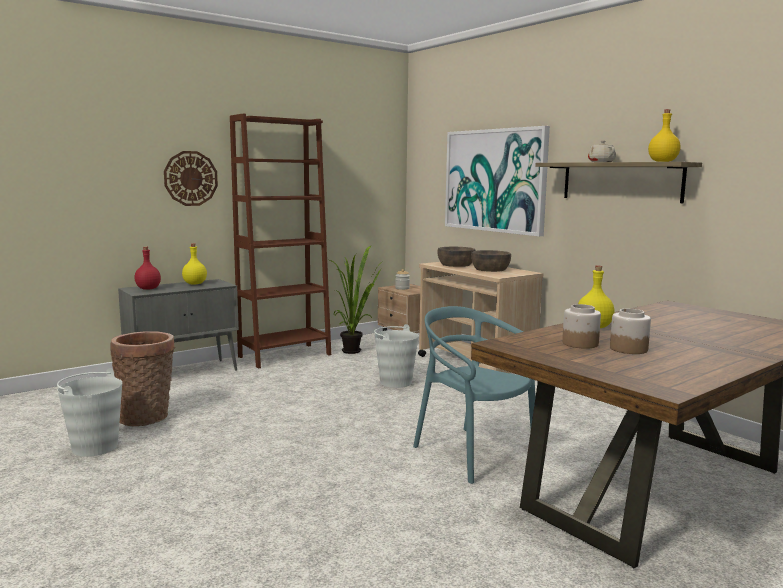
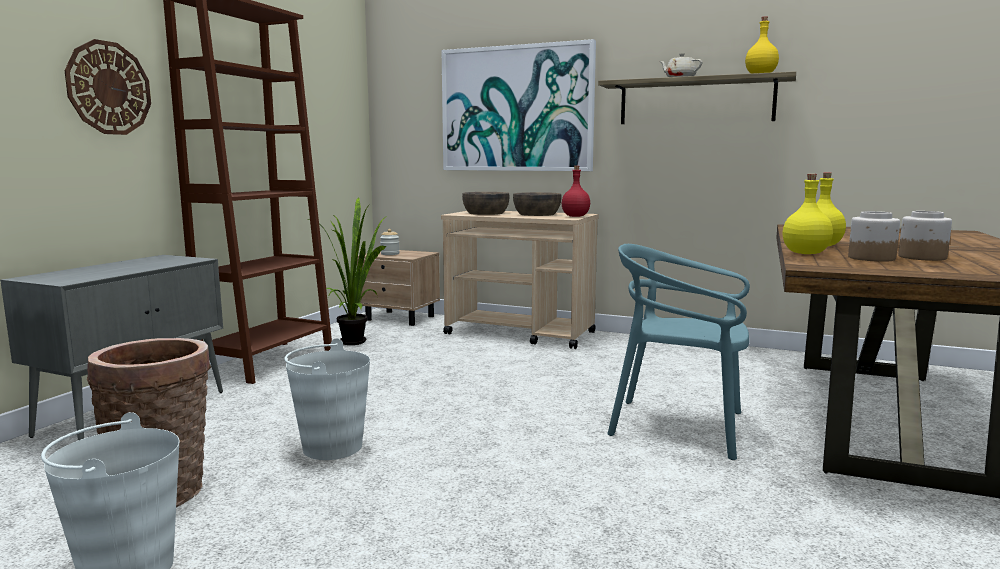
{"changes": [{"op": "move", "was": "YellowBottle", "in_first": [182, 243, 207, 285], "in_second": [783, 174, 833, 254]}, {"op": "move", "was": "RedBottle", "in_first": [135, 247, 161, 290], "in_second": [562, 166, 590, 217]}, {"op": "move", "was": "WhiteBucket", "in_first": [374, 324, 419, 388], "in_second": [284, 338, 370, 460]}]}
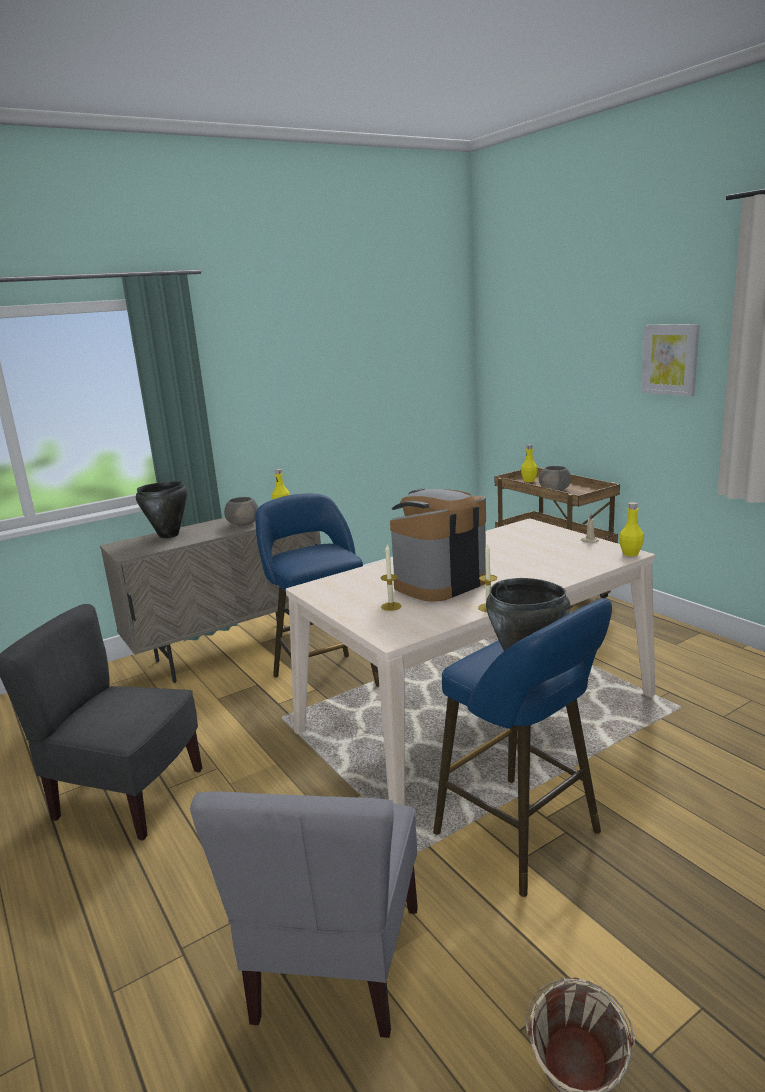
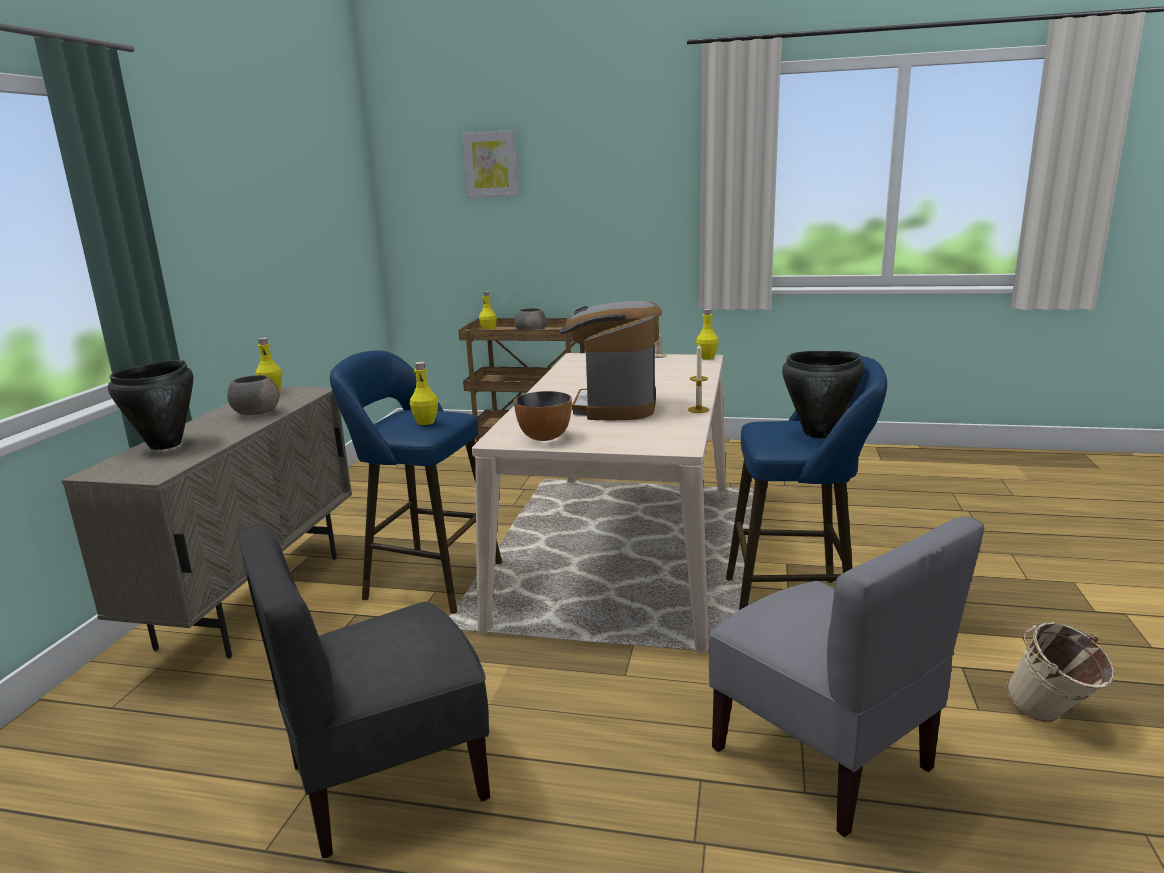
{"changes": [{"op": "move", "was": "Picture", "in_first": [641, 324, 700, 396], "in_second": [462, 130, 519, 198]}, {"op": "delete", "was": "Candle", "in_first": [381, 545, 402, 611]}, {"op": "insert", "now": "YellowBottle", "in_second": [410, 362, 438, 425]}, {"op": "insert", "now": "Bowl", "in_second": [514, 391, 572, 441]}]}
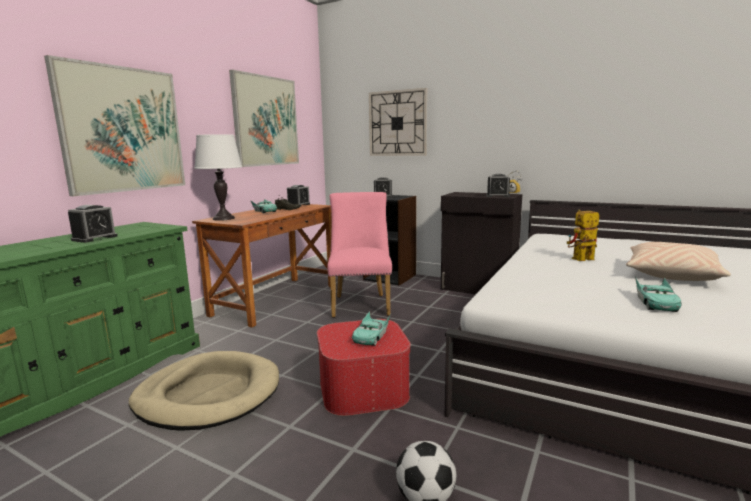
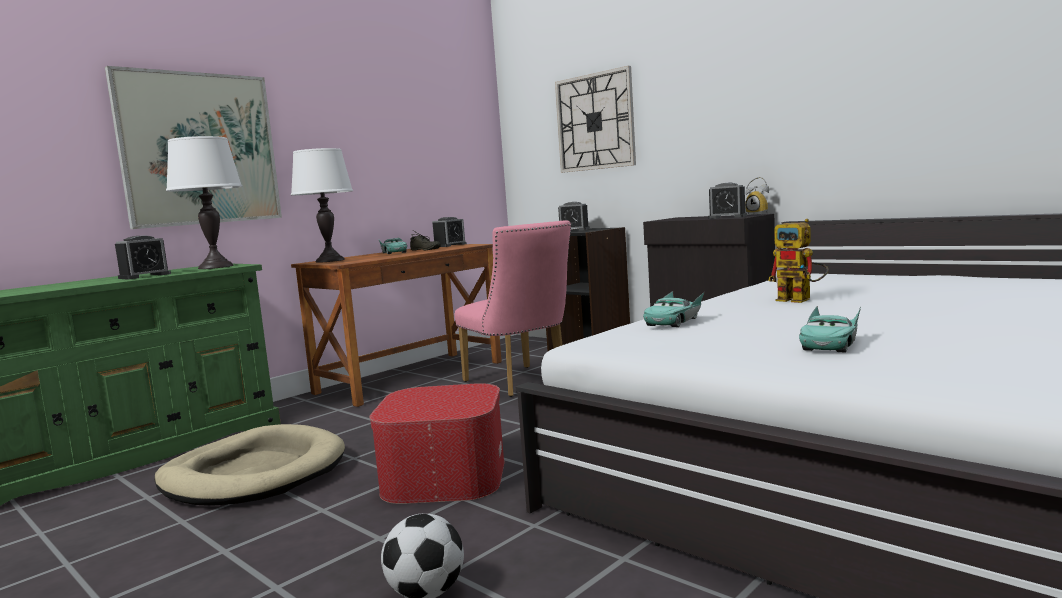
{"changes": [{"op": "delete", "was": "Picture", "in_first": [229, 70, 299, 167]}, {"op": "rotate", "was": "PinkChair", "in_first": [327, 192, 392, 318], "in_second": [455, 220, 571, 397], "clockwise": 135}, {"op": "rotate", "was": "ToyRobot", "in_first": [567, 209, 599, 261], "in_second": [768, 219, 829, 303], "clockwise": -135}, {"op": "delete", "was": "BeigePillow", "in_first": [626, 242, 731, 281]}, {"op": "move", "was": "TurquoiseToyCar", "in_first": [352, 311, 391, 346], "in_second": [643, 291, 705, 327]}, {"op": "insert", "now": "WhiteTableLamp", "in_second": [166, 136, 243, 269]}]}
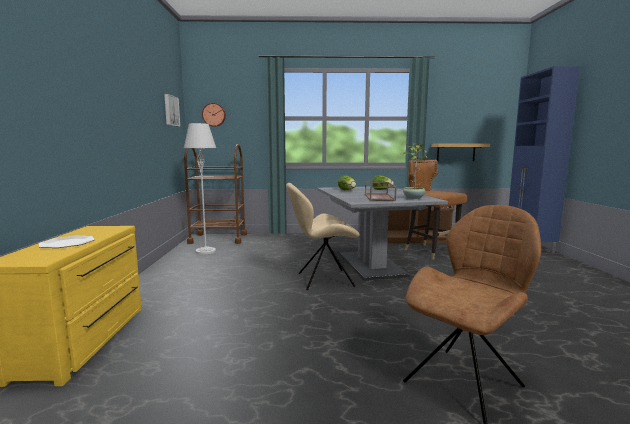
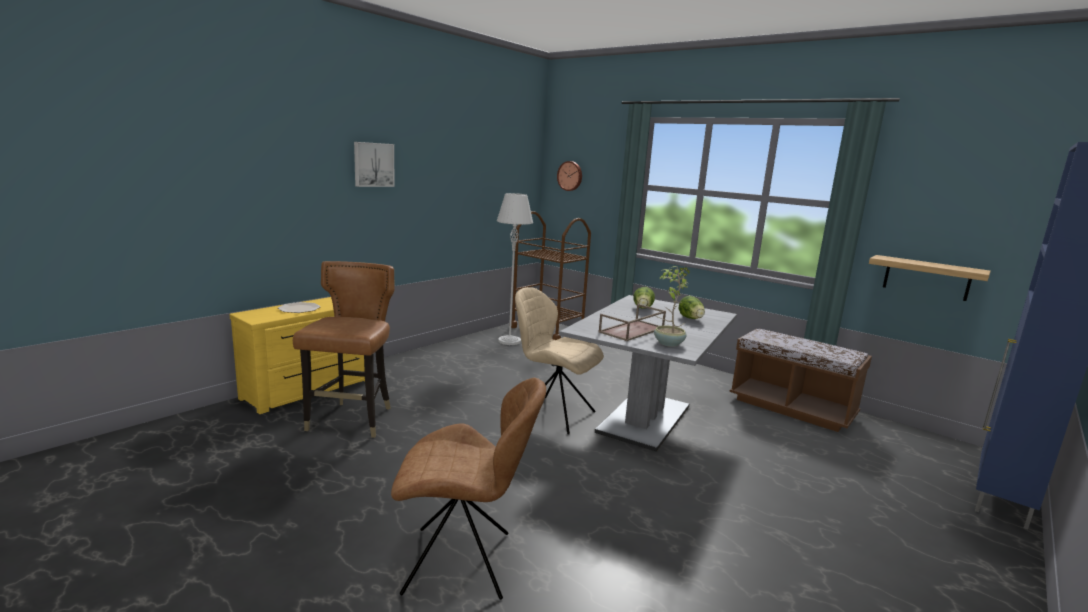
{"changes": [{"op": "move", "was": "Picture", "in_first": [164, 94, 180, 127], "in_second": [354, 142, 395, 187]}, {"op": "move", "was": "BrownChair", "in_first": [405, 160, 467, 260], "in_second": [293, 261, 395, 438]}]}
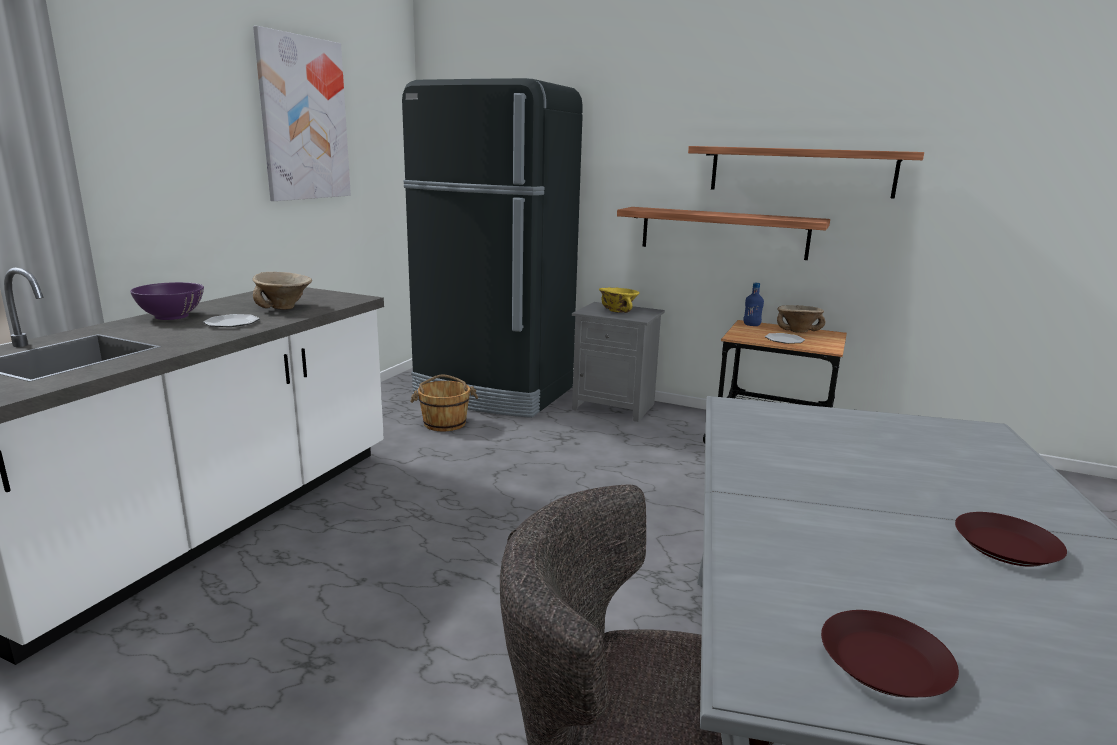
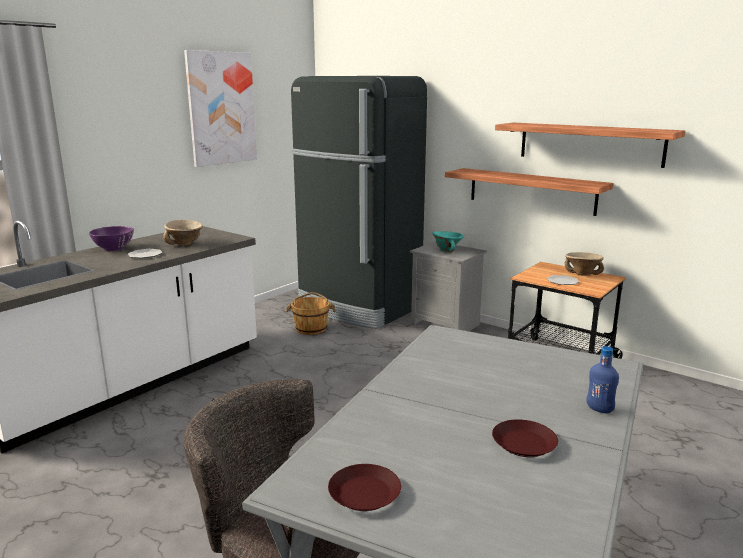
{"changes": [{"op": "move", "was": "BlueBottle", "in_first": [743, 283, 764, 326], "in_second": [586, 346, 619, 413]}, {"op": "recolor", "was": "YellowBowl", "now": "TurquoiseBowl", "in_first": [599, 288, 640, 313], "in_second": [432, 231, 464, 252]}]}
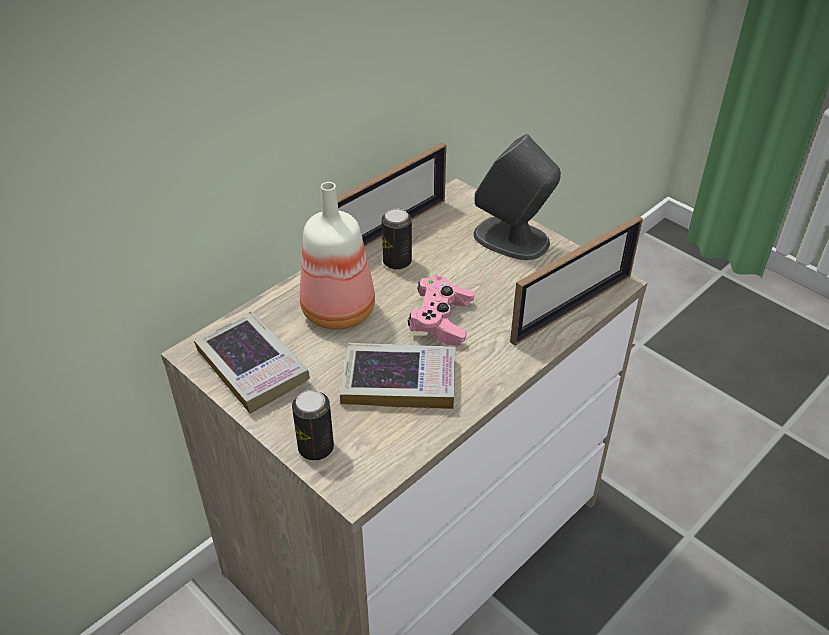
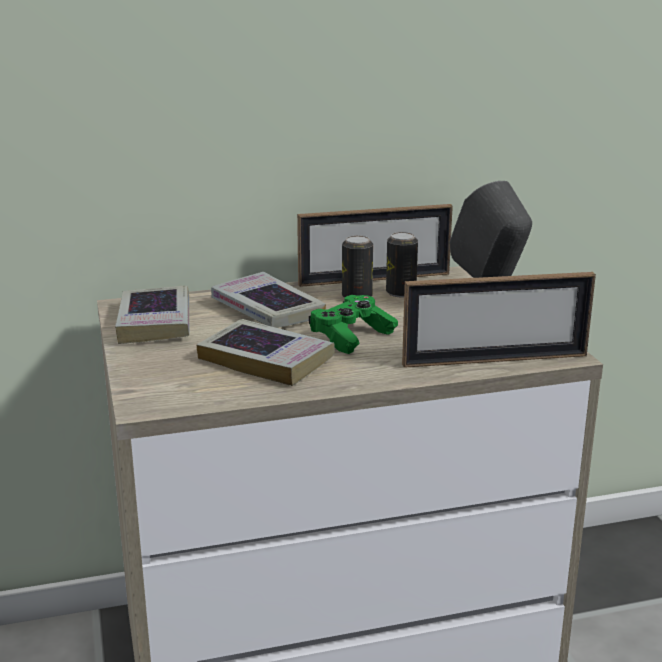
{"changes": [{"op": "replace", "was": "Bottle", "now": "Book", "in_first": [300, 182, 375, 330], "in_second": [211, 272, 326, 328]}, {"op": "recolor", "was": "PinkGameController", "now": "GreenGameController", "in_first": [408, 275, 474, 346], "in_second": [309, 295, 398, 354]}, {"op": "move", "was": "Can", "in_first": [292, 390, 334, 460], "in_second": [386, 232, 418, 297]}]}
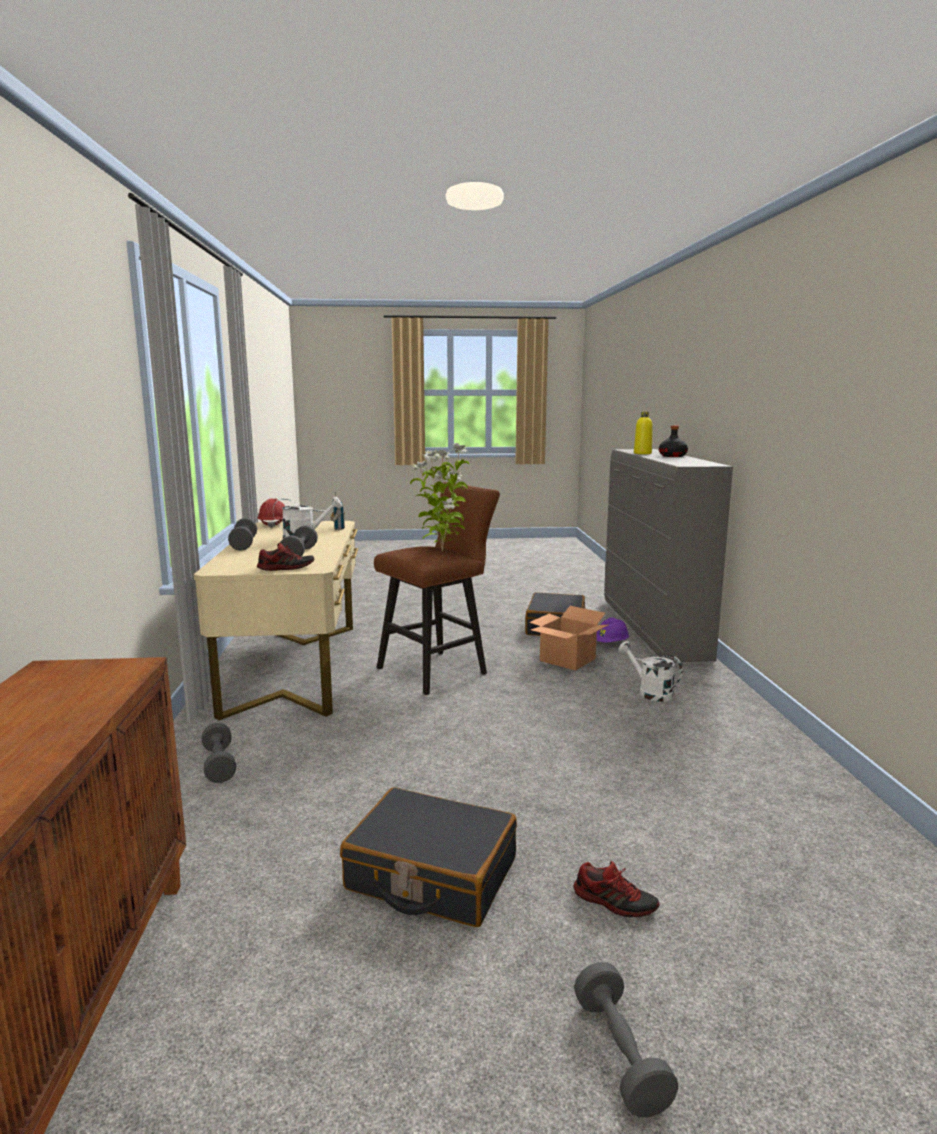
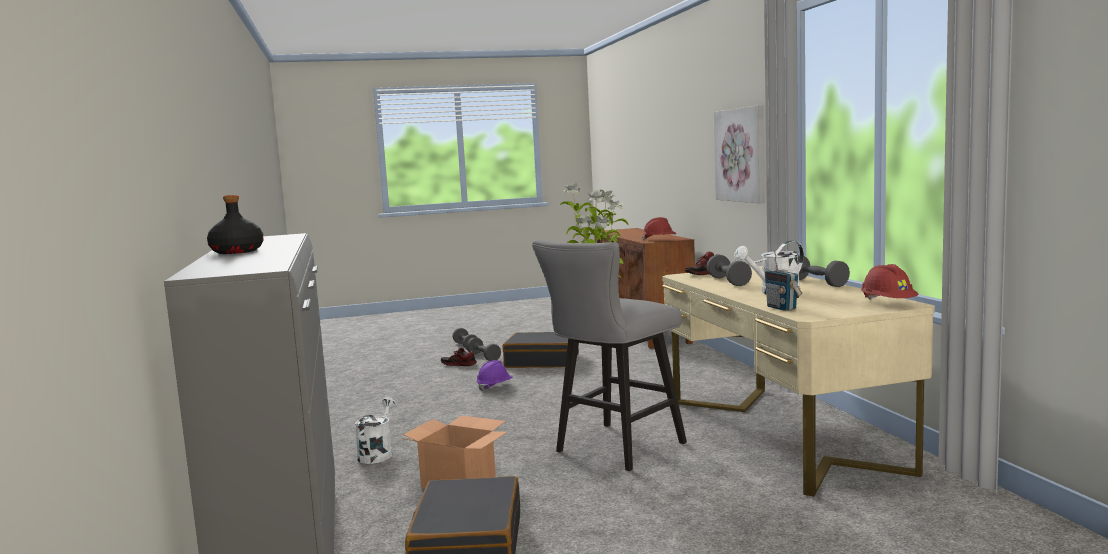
{"changes": [{"op": "delete", "was": "YellowBottle", "in_first": [634, 412, 653, 454]}, {"op": "recolor", "was": "BrownStool", "now": "GreyStool", "in_first": [374, 482, 500, 695], "in_second": [532, 239, 687, 471]}, {"op": "move", "was": "PurpleHardHat", "in_first": [596, 618, 629, 643], "in_second": [476, 360, 513, 391]}, {"op": "rotate", "was": "WhiteWateringCan", "in_first": [618, 641, 682, 702], "in_second": [355, 397, 396, 464], "clockwise": -120}, {"op": "move", "was": "GreyDumbbell", "in_first": [202, 723, 236, 783], "in_second": [467, 337, 501, 361]}, {"op": "insert", "now": "Picture", "in_second": [714, 105, 765, 203]}, {"op": "insert", "now": "RedHardHat", "in_second": [642, 217, 676, 241]}]}
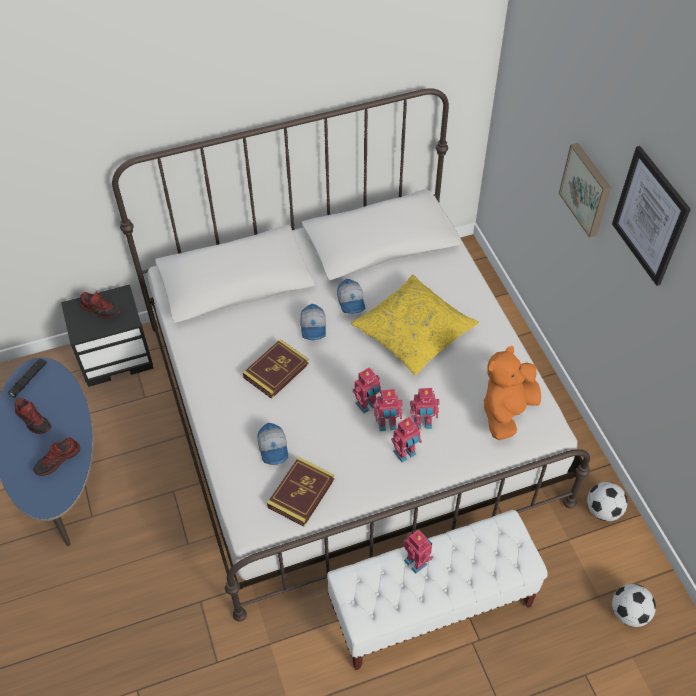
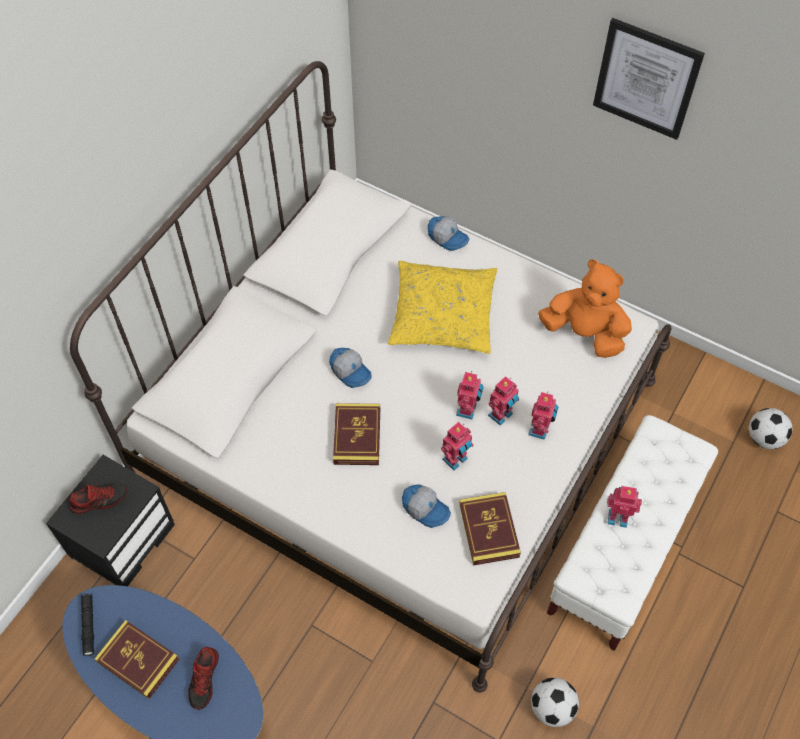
{"changes": [{"op": "delete", "was": "Picture", "in_first": [559, 143, 611, 238]}, {"op": "move", "was": "Cap", "in_first": [337, 279, 365, 314], "in_second": [428, 216, 470, 251]}, {"op": "rotate", "was": "OrangePlushToy", "in_first": [484, 346, 541, 440], "in_second": [538, 259, 632, 358], "clockwise": 120}, {"op": "move", "was": "ToyRobot", "in_first": [410, 388, 440, 429], "in_second": [441, 422, 474, 470]}, {"op": "replace", "was": "Shoe", "now": "Book", "in_first": [15, 398, 51, 434], "in_second": [95, 620, 179, 699]}, {"op": "move", "was": "Football", "in_first": [587, 482, 628, 521], "in_second": [531, 677, 579, 727]}]}
